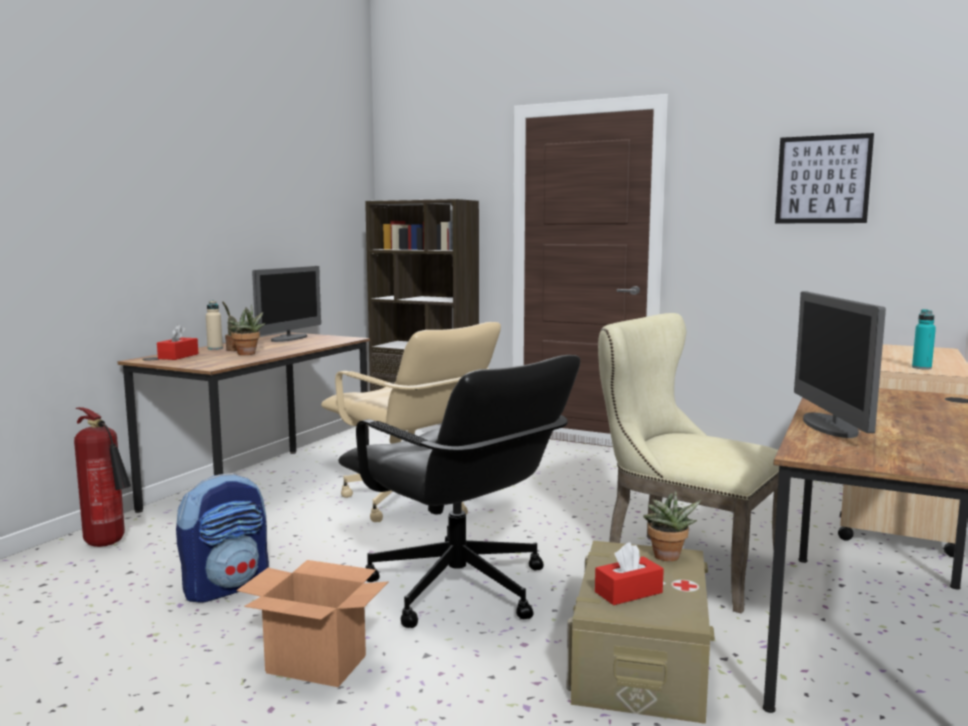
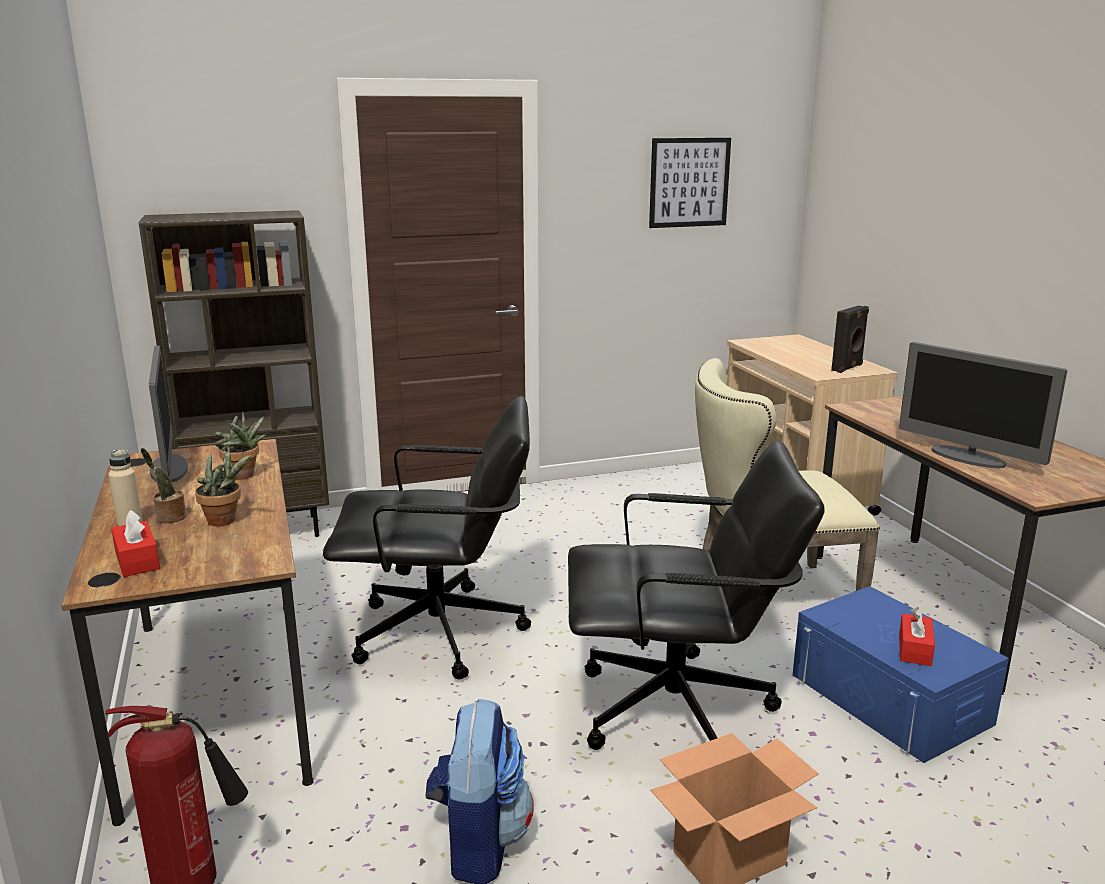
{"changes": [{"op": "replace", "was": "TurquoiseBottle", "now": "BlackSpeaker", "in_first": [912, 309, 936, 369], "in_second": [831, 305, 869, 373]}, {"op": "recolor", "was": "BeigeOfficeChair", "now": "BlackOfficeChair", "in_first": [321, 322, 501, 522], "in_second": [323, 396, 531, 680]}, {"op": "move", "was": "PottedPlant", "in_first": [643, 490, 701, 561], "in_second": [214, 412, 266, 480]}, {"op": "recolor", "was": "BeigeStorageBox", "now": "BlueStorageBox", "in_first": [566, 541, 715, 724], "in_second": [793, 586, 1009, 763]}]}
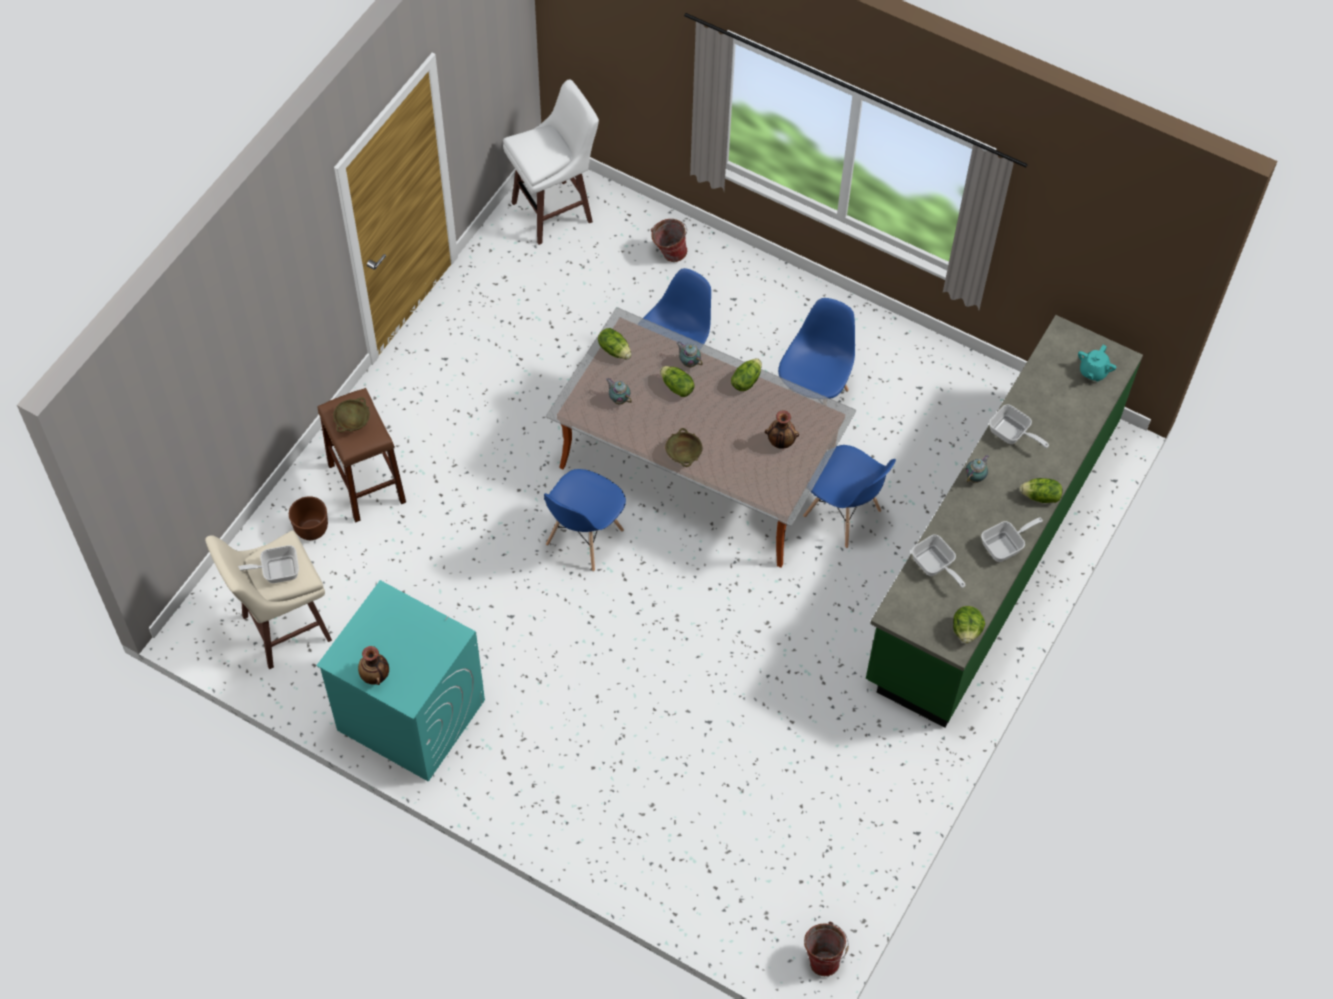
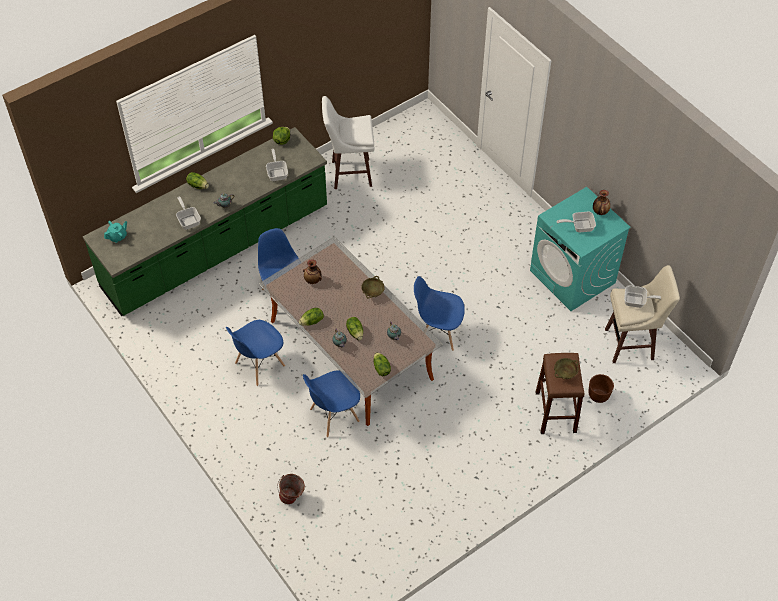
{"changes": [{"op": "move", "was": "WhiteStool", "in_first": [503, 79, 599, 245], "in_second": [322, 96, 375, 189]}, {"op": "rotate", "was": "BlueChair", "in_first": [544, 469, 626, 572], "in_second": [414, 276, 465, 351], "clockwise": -135}, {"op": "move", "was": "FryingPan", "in_first": [981, 517, 1043, 562], "in_second": [556, 212, 596, 232]}, {"op": "delete", "was": "Bucket", "in_first": [804, 922, 849, 976]}]}
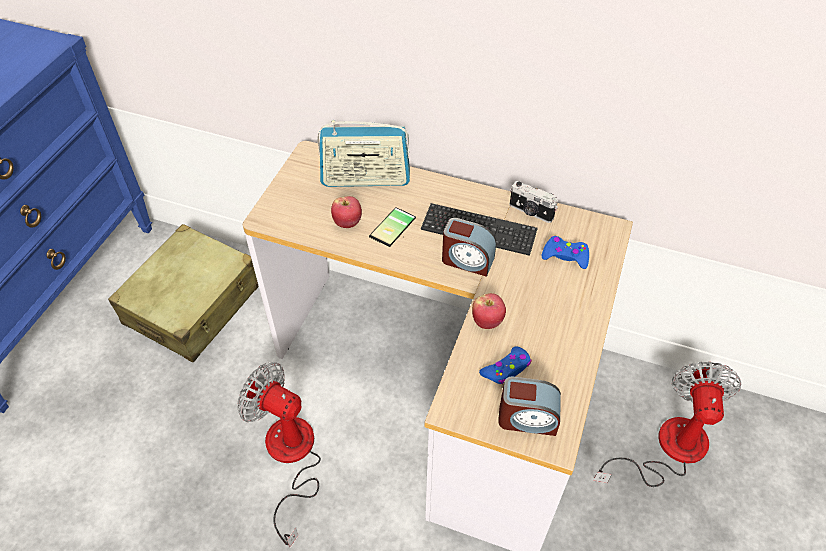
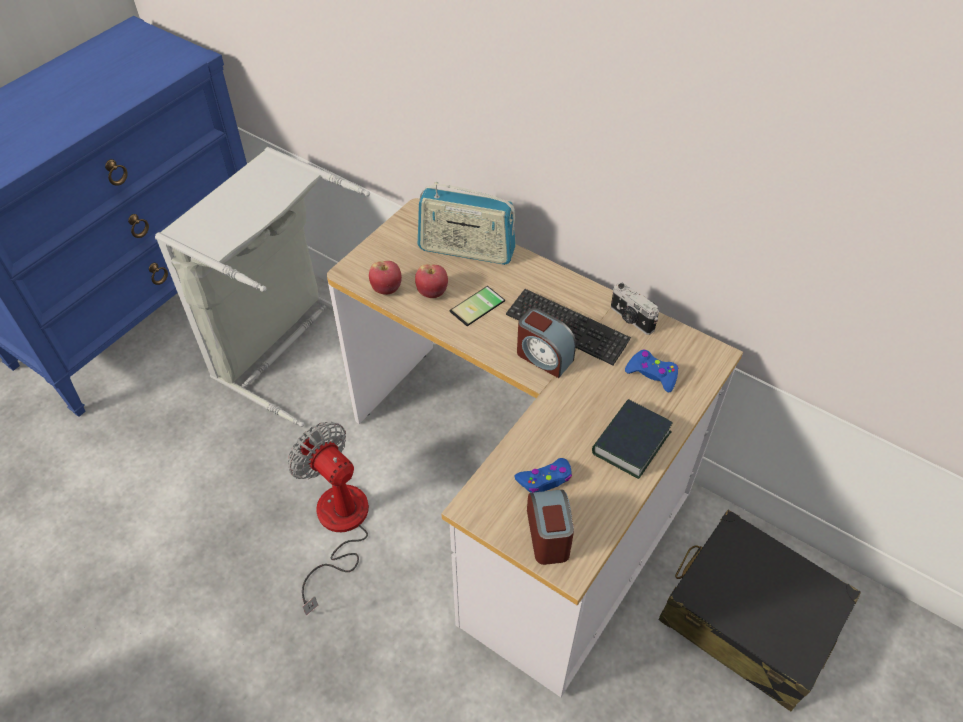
{"changes": [{"op": "replace", "was": "BeigeSuitcase", "now": "GreyLaundryBasket", "in_first": [108, 224, 259, 362], "in_second": [155, 147, 370, 427]}, {"op": "move", "was": "Apple", "in_first": [472, 293, 506, 329], "in_second": [369, 261, 402, 295]}, {"op": "replace", "was": "Fan", "now": "BlackSuitcase", "in_first": [593, 362, 741, 487], "in_second": [659, 509, 861, 711]}, {"op": "rotate", "was": "AlarmClock", "in_first": [498, 377, 561, 436], "in_second": [527, 489, 574, 565], "clockwise": -120}, {"op": "insert", "now": "Book", "in_second": [592, 399, 673, 479]}]}
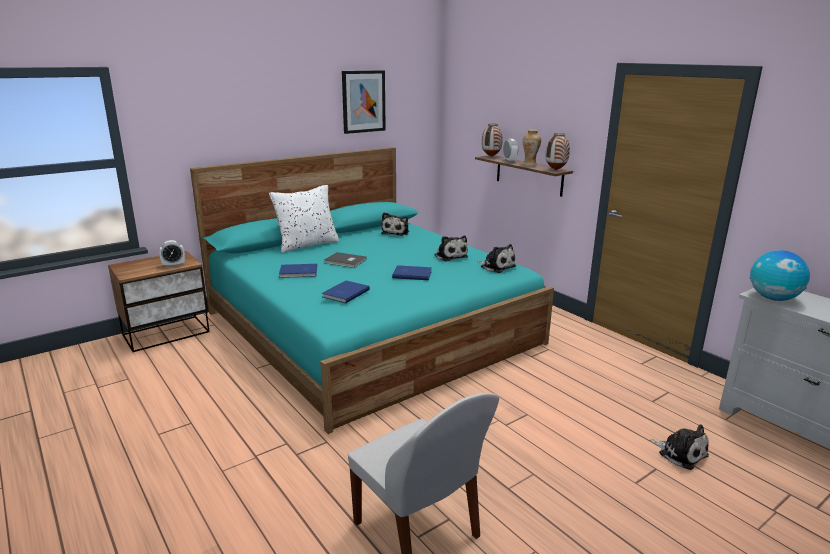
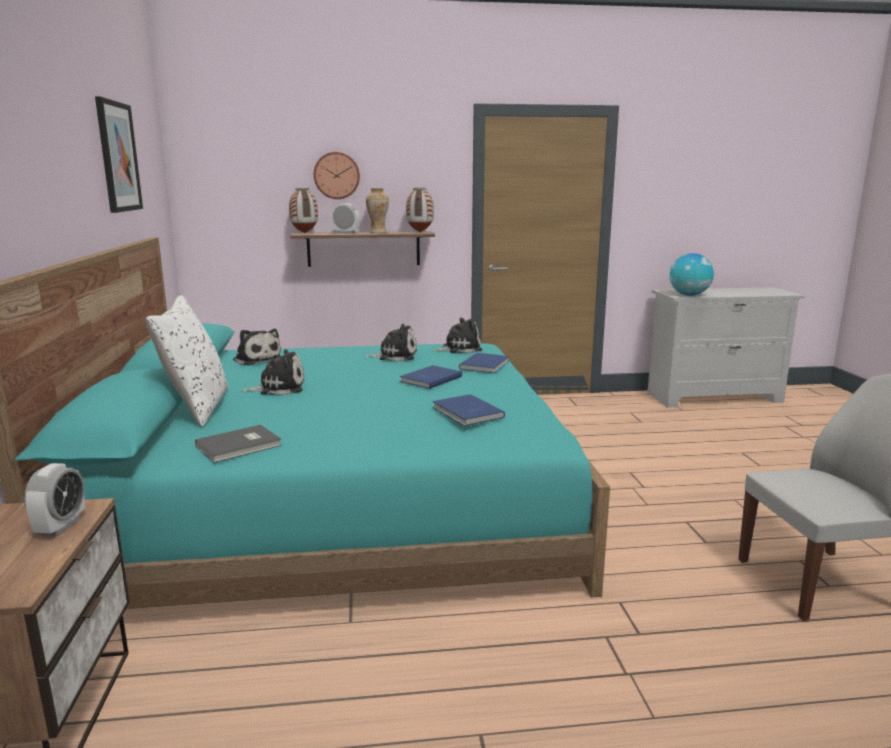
{"changes": [{"op": "move", "was": "GreyBook", "in_first": [324, 252, 366, 268], "in_second": [195, 425, 282, 463]}, {"op": "move", "was": "BlueBook", "in_first": [279, 264, 317, 278], "in_second": [459, 353, 510, 373]}, {"op": "move", "was": "PlushToy", "in_first": [650, 424, 709, 470], "in_second": [242, 349, 304, 395]}, {"op": "insert", "now": "WallClock", "in_second": [314, 152, 360, 199]}]}
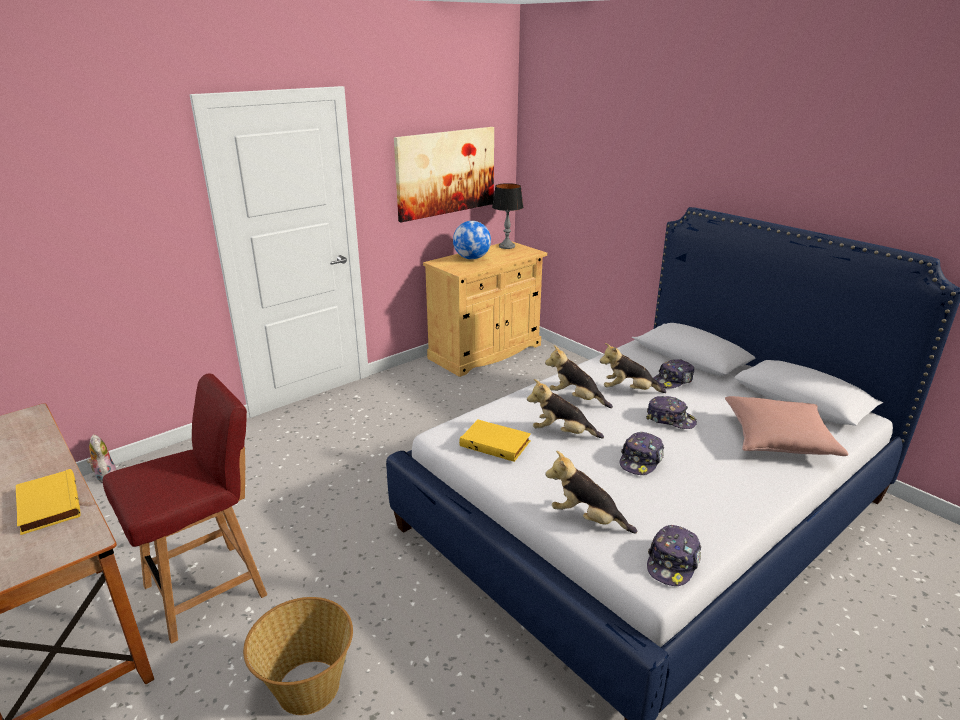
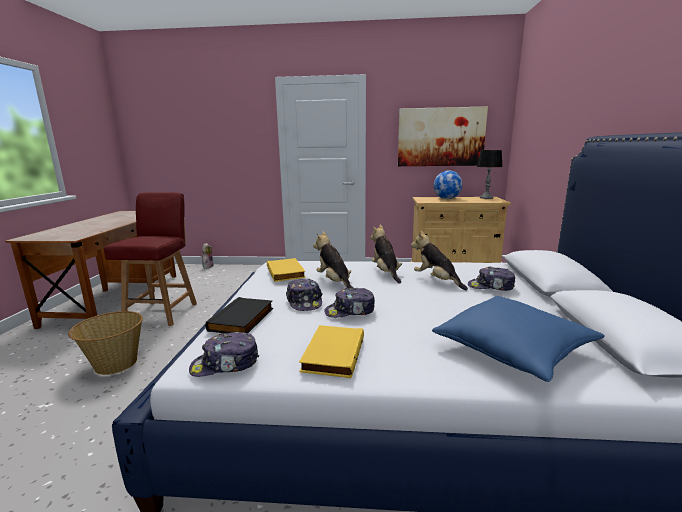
{"changes": [{"op": "rotate", "was": "RedChair", "in_first": [103, 373, 267, 644], "in_second": [104, 192, 197, 326], "clockwise": -90}, {"op": "move", "was": "Cap", "in_first": [646, 396, 697, 429], "in_second": [286, 279, 323, 311]}, {"op": "recolor", "was": "PinkPillow", "now": "BluePillow", "in_first": [725, 396, 849, 456], "in_second": [432, 296, 605, 382]}, {"op": "replace", "was": "PlushToy", "now": "BlackBook", "in_first": [545, 451, 637, 534], "in_second": [205, 297, 273, 333]}, {"op": "move", "was": "YellowBook", "in_first": [16, 469, 81, 535], "in_second": [299, 325, 364, 378]}]}
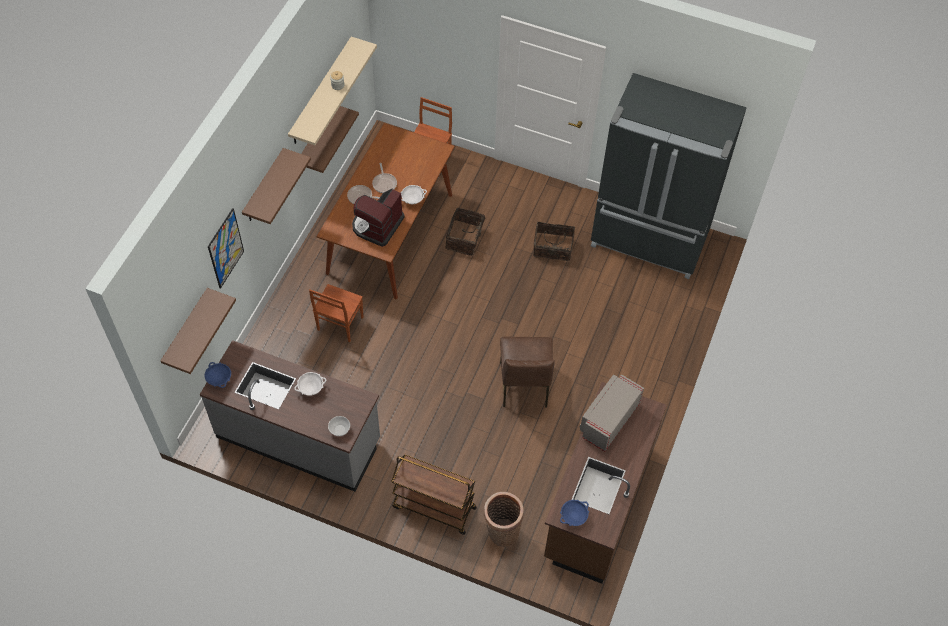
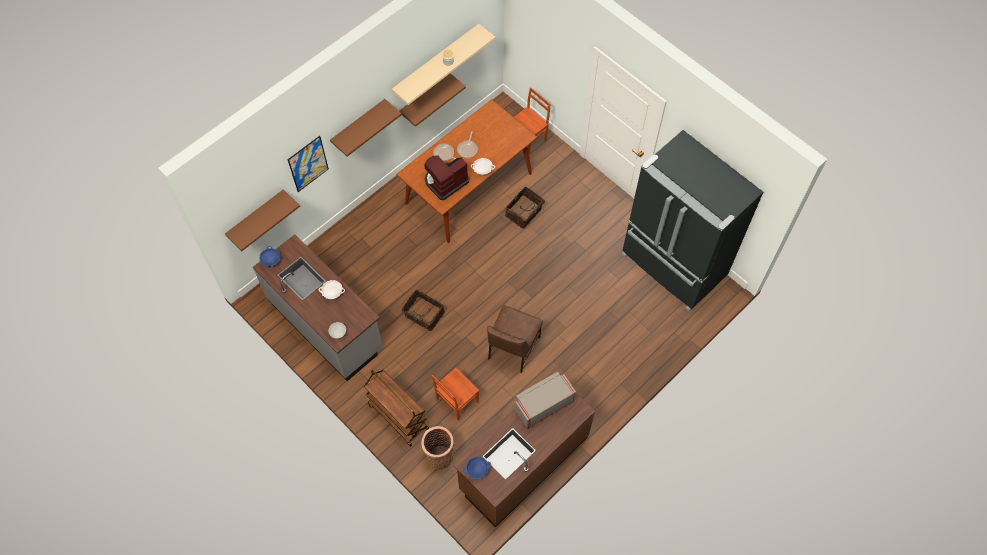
{"changes": [{"op": "move", "was": "Basket", "in_first": [533, 222, 575, 261], "in_second": [402, 290, 445, 331]}, {"op": "move", "was": "BrownChair", "in_first": [309, 284, 364, 342], "in_second": [432, 368, 479, 421]}]}
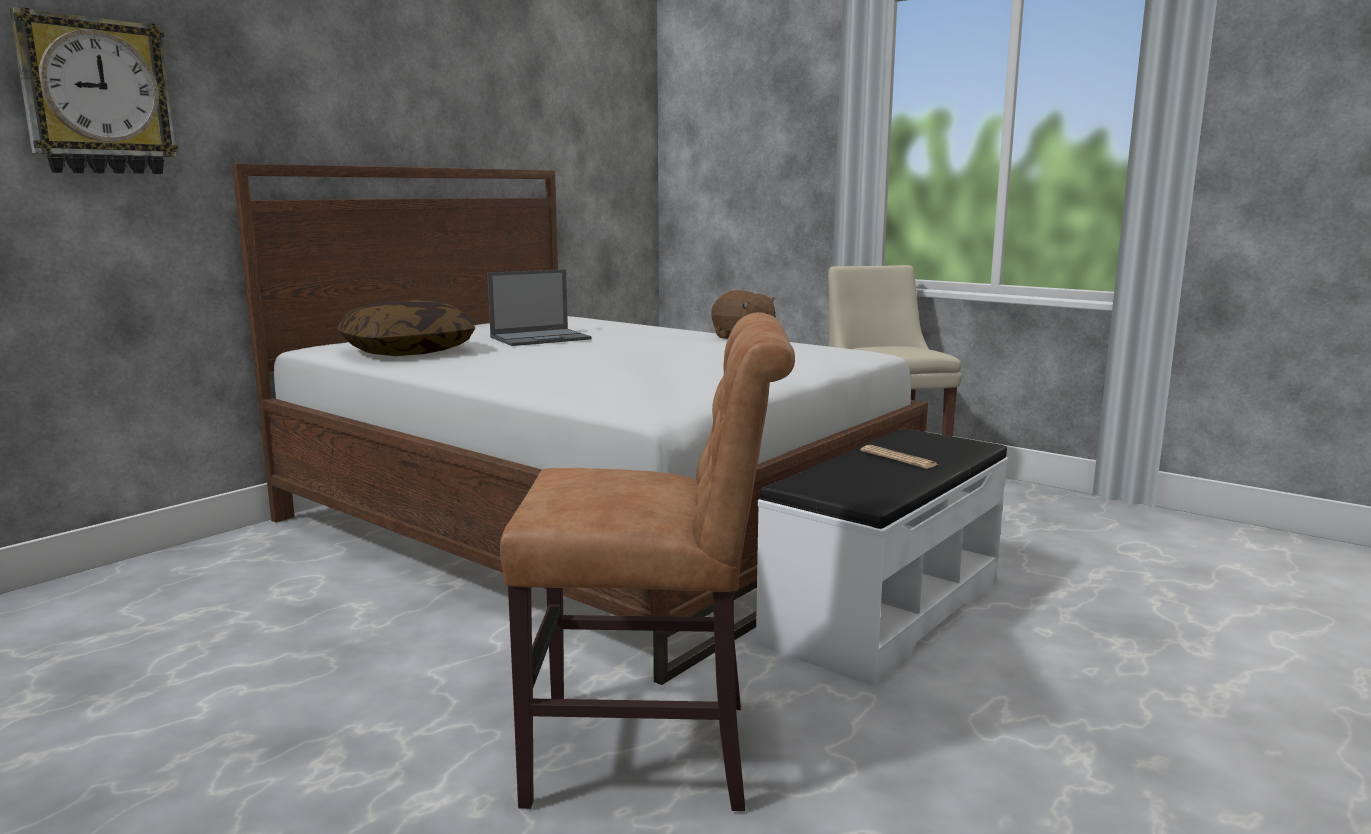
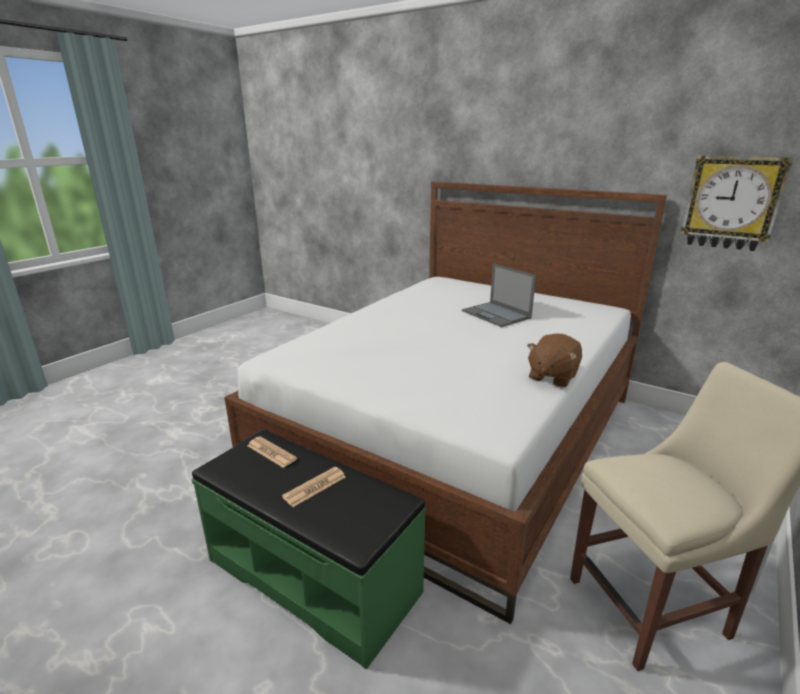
{"changes": [{"op": "move", "was": "WallClock", "in_first": [10, 7, 178, 174], "in_second": [681, 156, 793, 251]}, {"op": "delete", "was": "Pillow", "in_first": [336, 300, 475, 356]}, {"op": "delete", "was": "BrownChair", "in_first": [500, 312, 795, 811]}, {"op": "recolor", "was": "WhiteBench", "now": "GreenBench", "in_first": [756, 429, 1008, 686], "in_second": [191, 429, 426, 670]}, {"op": "insert", "now": "Newspaper", "in_second": [247, 436, 297, 468]}]}
